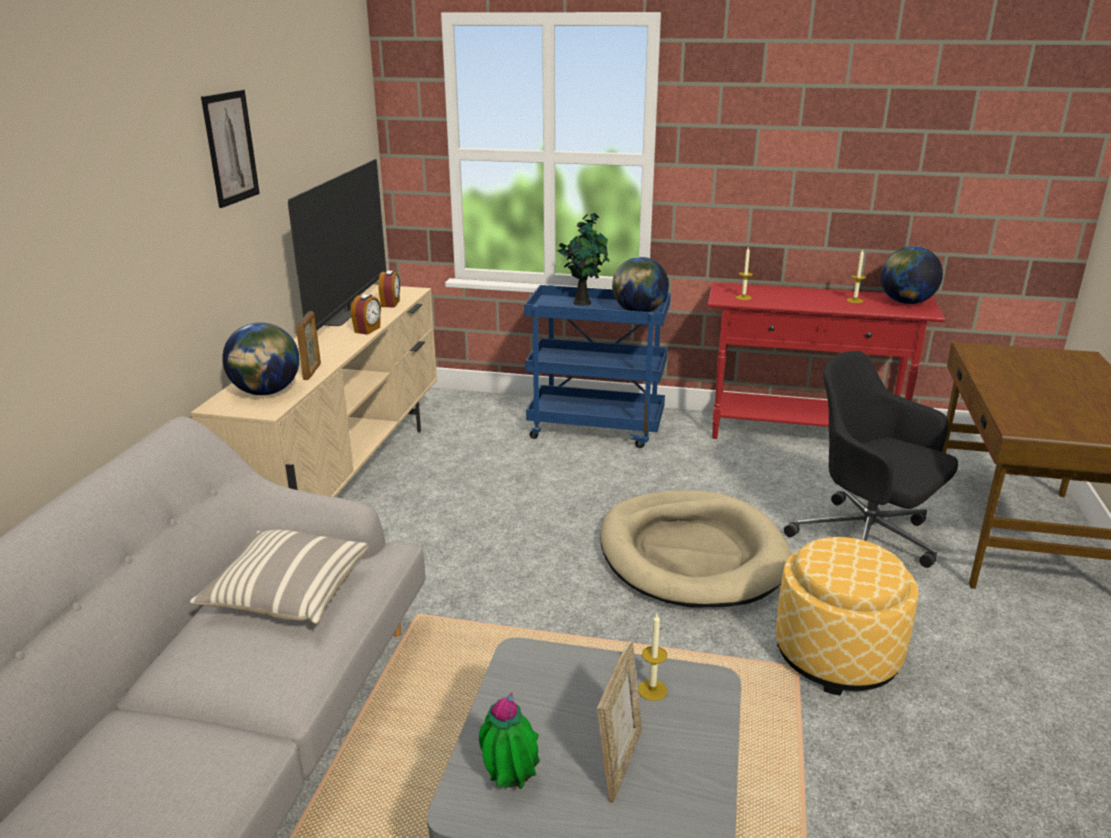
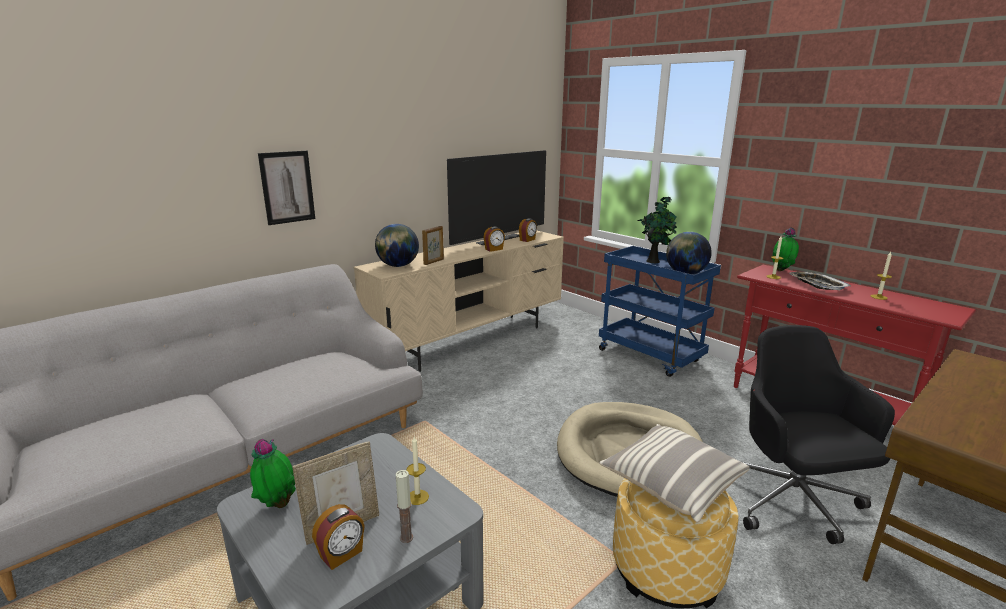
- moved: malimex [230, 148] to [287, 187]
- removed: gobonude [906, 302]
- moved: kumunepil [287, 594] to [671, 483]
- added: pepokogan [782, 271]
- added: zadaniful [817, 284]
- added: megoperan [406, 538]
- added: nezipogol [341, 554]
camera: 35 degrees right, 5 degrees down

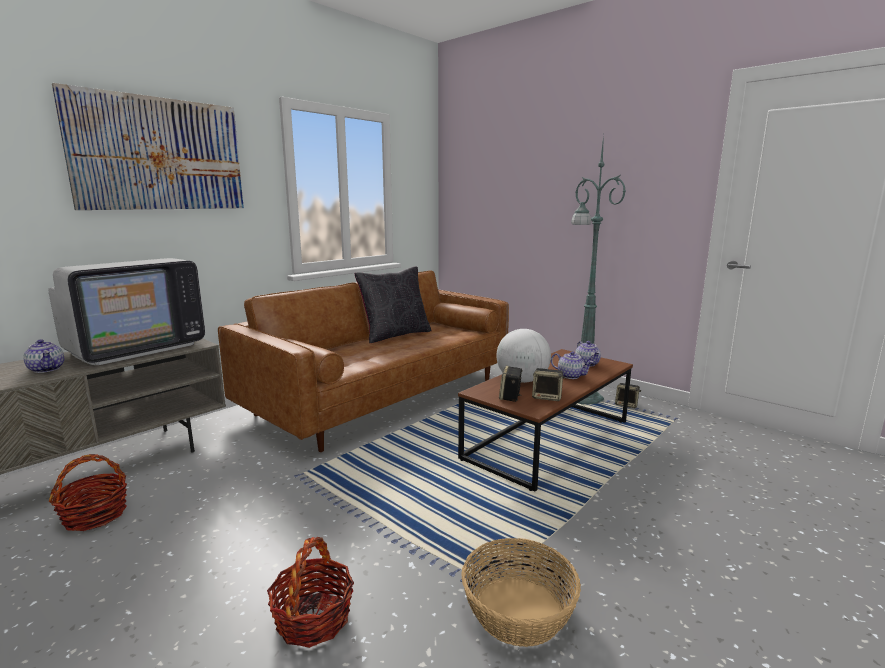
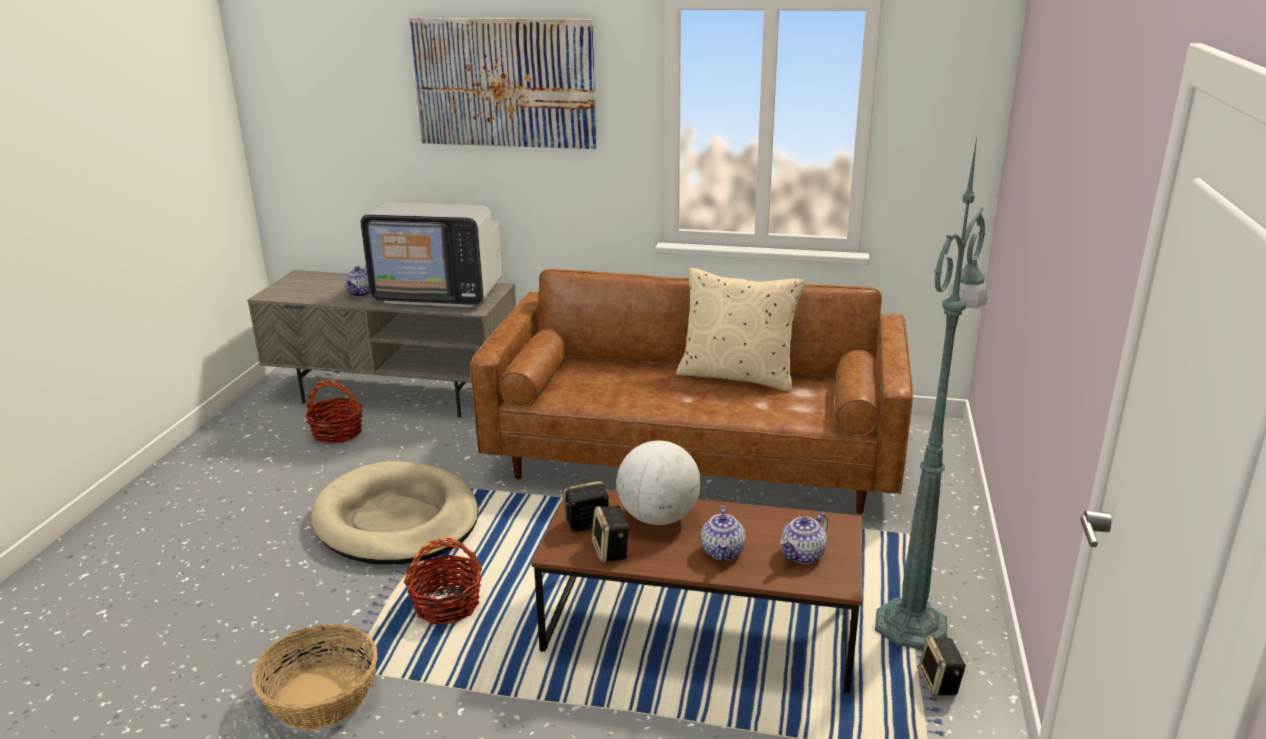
- recoloured: black_kumunepil [395, 335] to beige_kumunepil [737, 376]
- moved: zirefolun [313, 618] to [447, 605]
- added: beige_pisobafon [397, 520]
camera: 60 degrees right, 10 degrees up

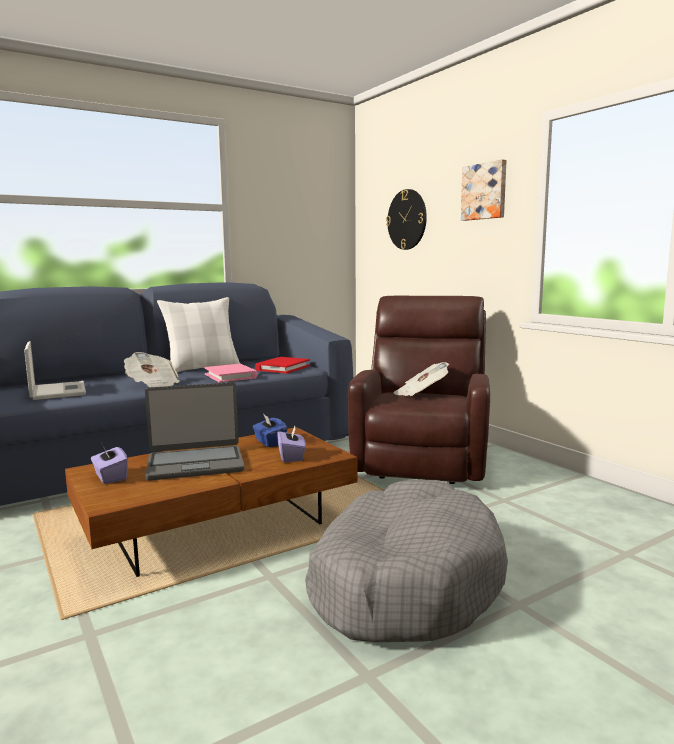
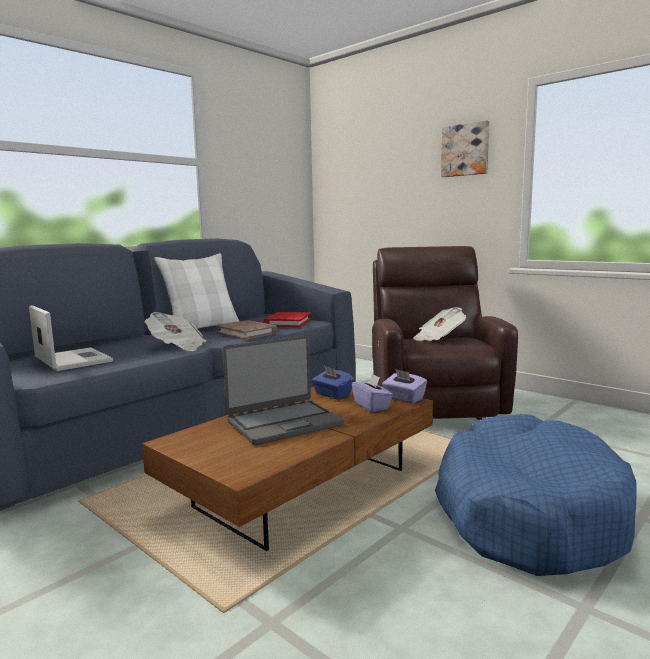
- removed: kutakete [407, 219]
- recoloured: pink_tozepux [231, 376] to brown_tozepux [247, 333]
- moved: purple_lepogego [110, 477] to [404, 399]
- recoloured: grey_pisobafon [404, 581] to blue_pisobafon [528, 513]
camera: 15 degrees left, 0 degrees up

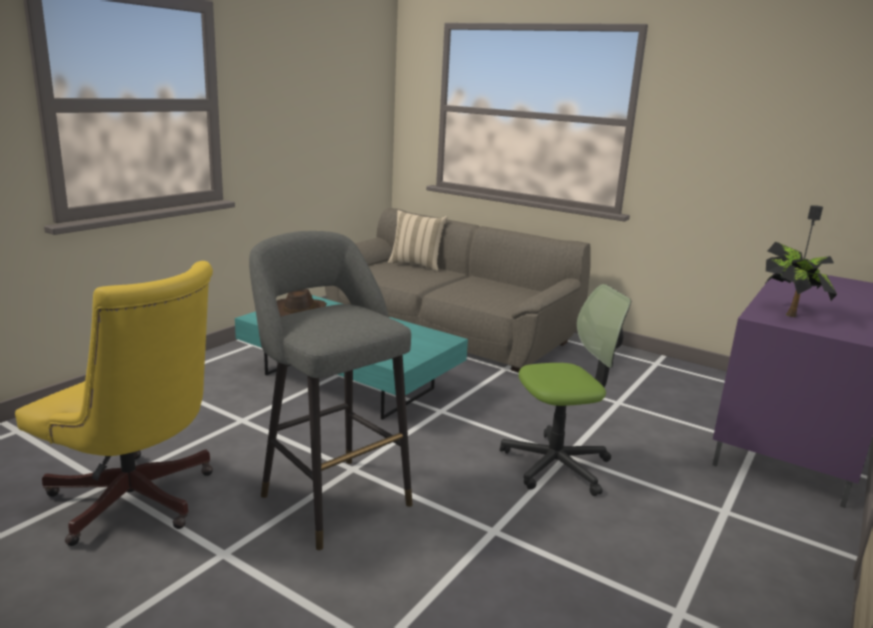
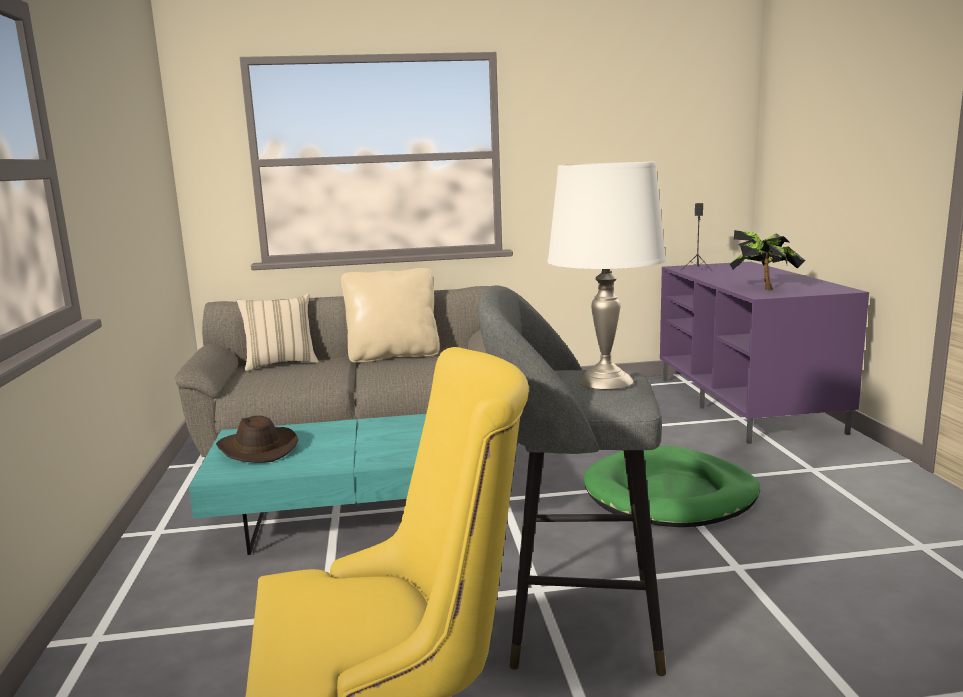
- replaced: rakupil [556, 465] to green_pisobafon [670, 494]
- added: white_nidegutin [605, 381]
- added: beige_kumunepil [393, 356]
camera: 40 degrees left, 5 degrees down

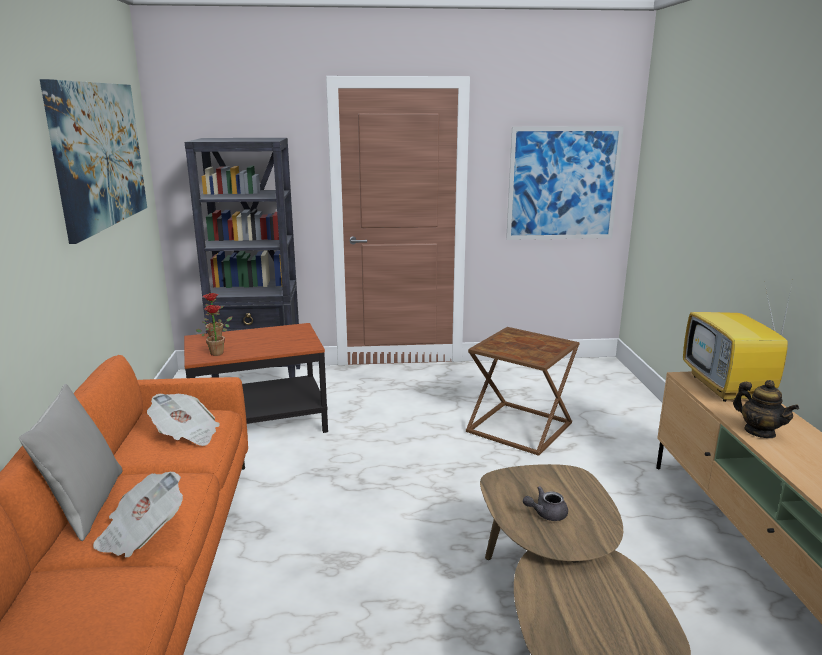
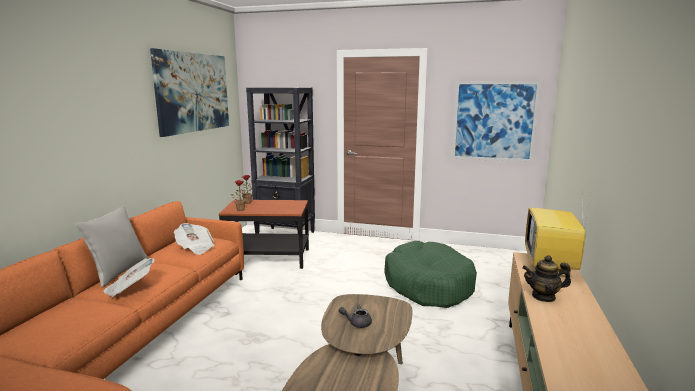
- replaced: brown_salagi [521, 428] to green_pisobafon [428, 285]
- turned: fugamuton [759, 432] = [543, 296] 105 degrees clockwise
camera: 20 degrees right, 5 degrees down

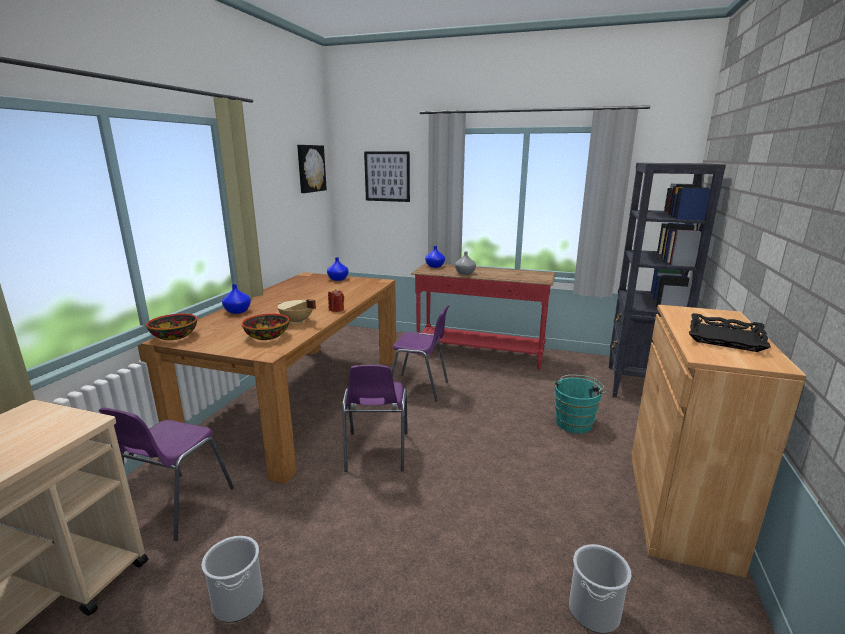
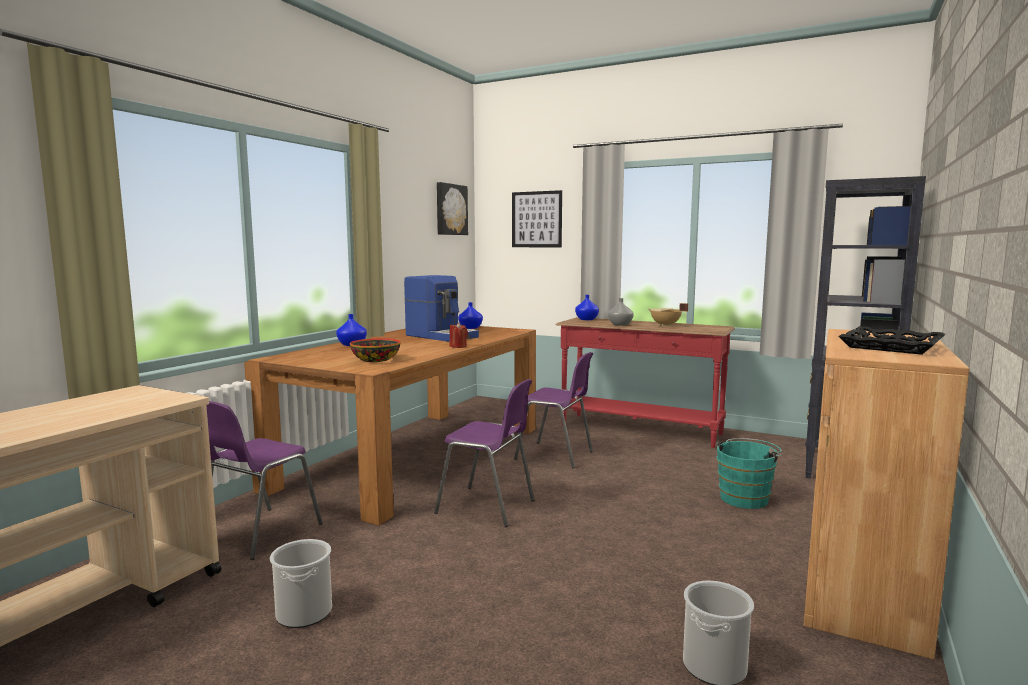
- moved: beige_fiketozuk [296, 322] to [665, 325]
- removed: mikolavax [175, 336]
- turned: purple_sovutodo [376, 452] = [488, 507] 75 degrees counterclockwise
- added: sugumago [441, 336]
camera: 10 degrees right, 10 degrees down

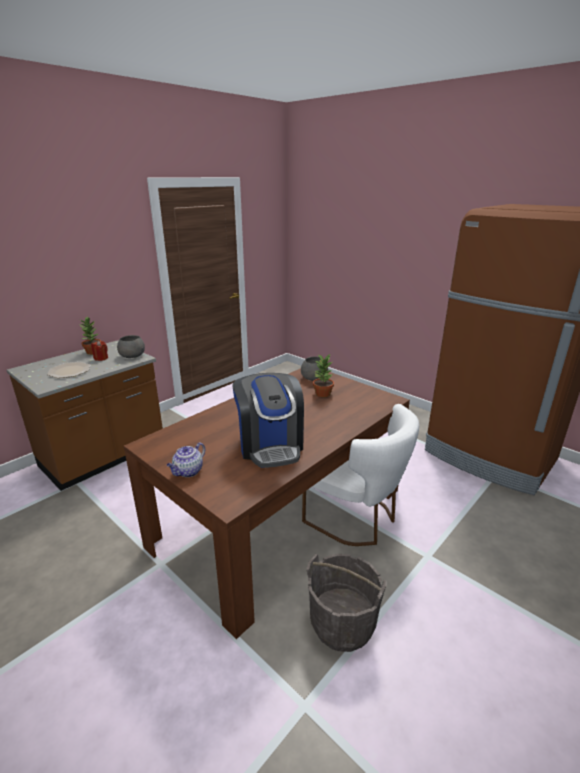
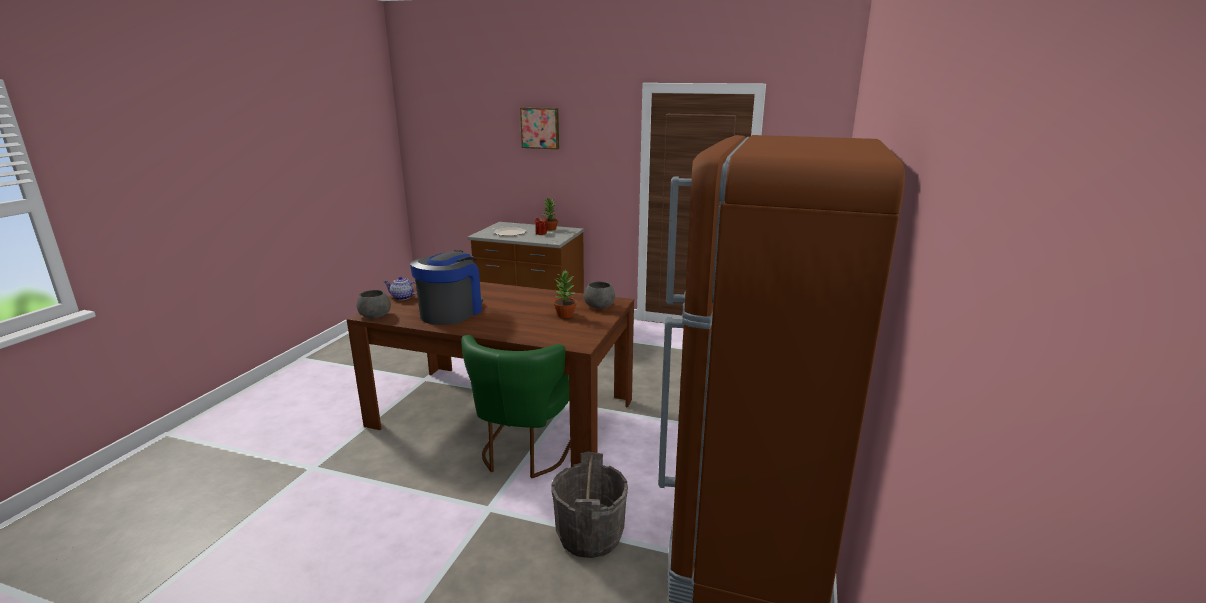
- moved: grey_mikolavax [133, 355] to [375, 315]
- turned: sugumago [270, 445] = [451, 312] 150 degrees clockwise
- recoloured: white_sovutodo [356, 518] to green_sovutodo [524, 454]
- moved: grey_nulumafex [342, 623] to [590, 535]
- added: malimex [540, 128]
camera: 65 degrees right, 5 degrees down

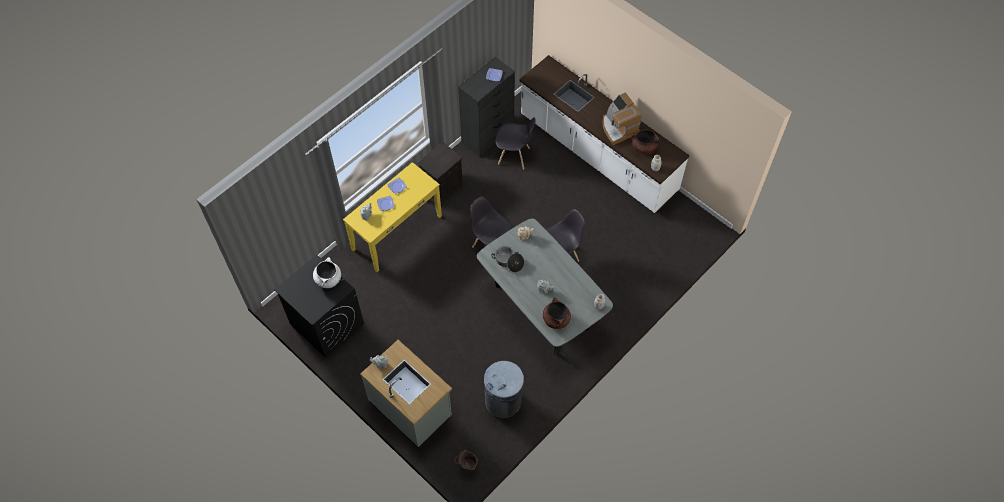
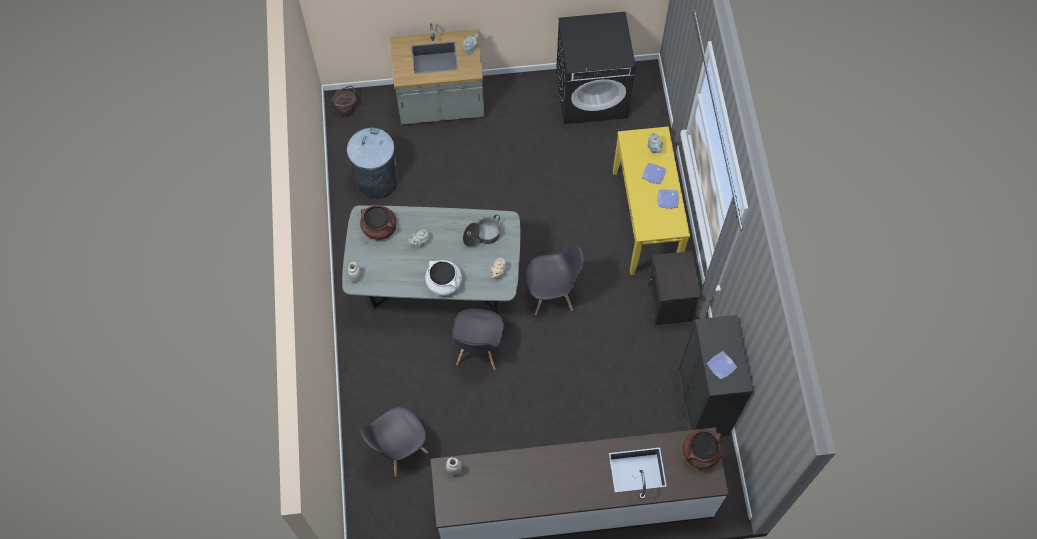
- removed: sugumago [618, 128]
- moved: grey_sovutodo [514, 156] to [399, 449]
- moved: brown_fiketozuk [643, 147] to [700, 452]
- moved: white_fiketozuk [328, 279] to [444, 283]
camera: 130 degrees right, 5 degrees up

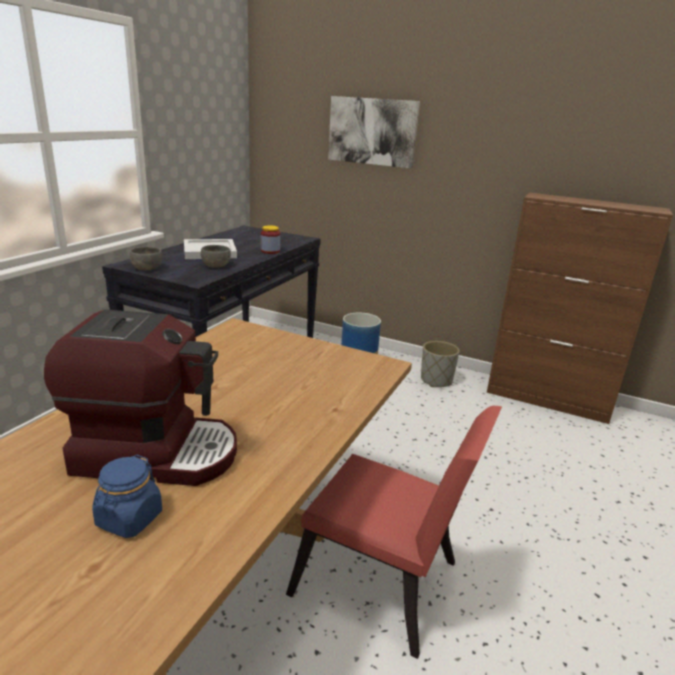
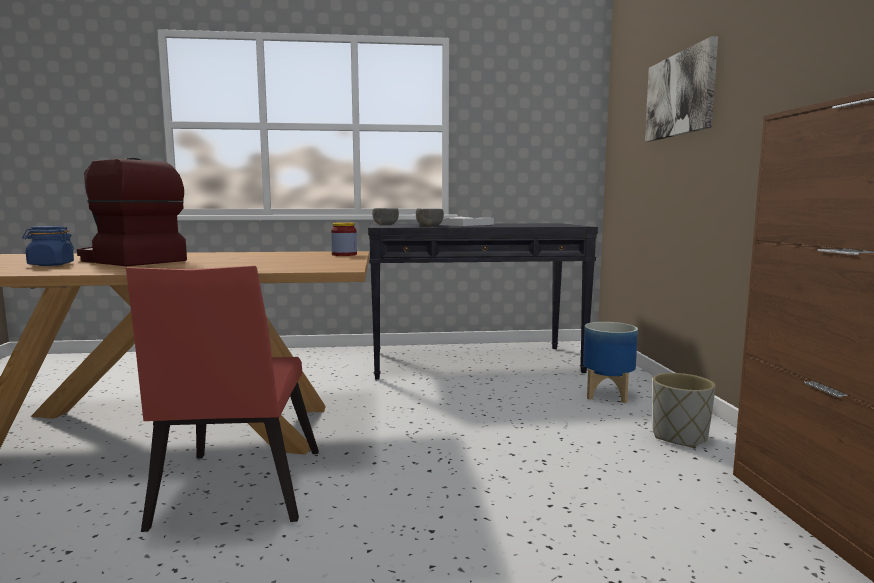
- moved: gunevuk [270, 251] to [344, 255]
- turned: sugumago [156, 453] = [129, 261] 150 degrees clockwise
camera: 60 degrees right, 15 degrees down

